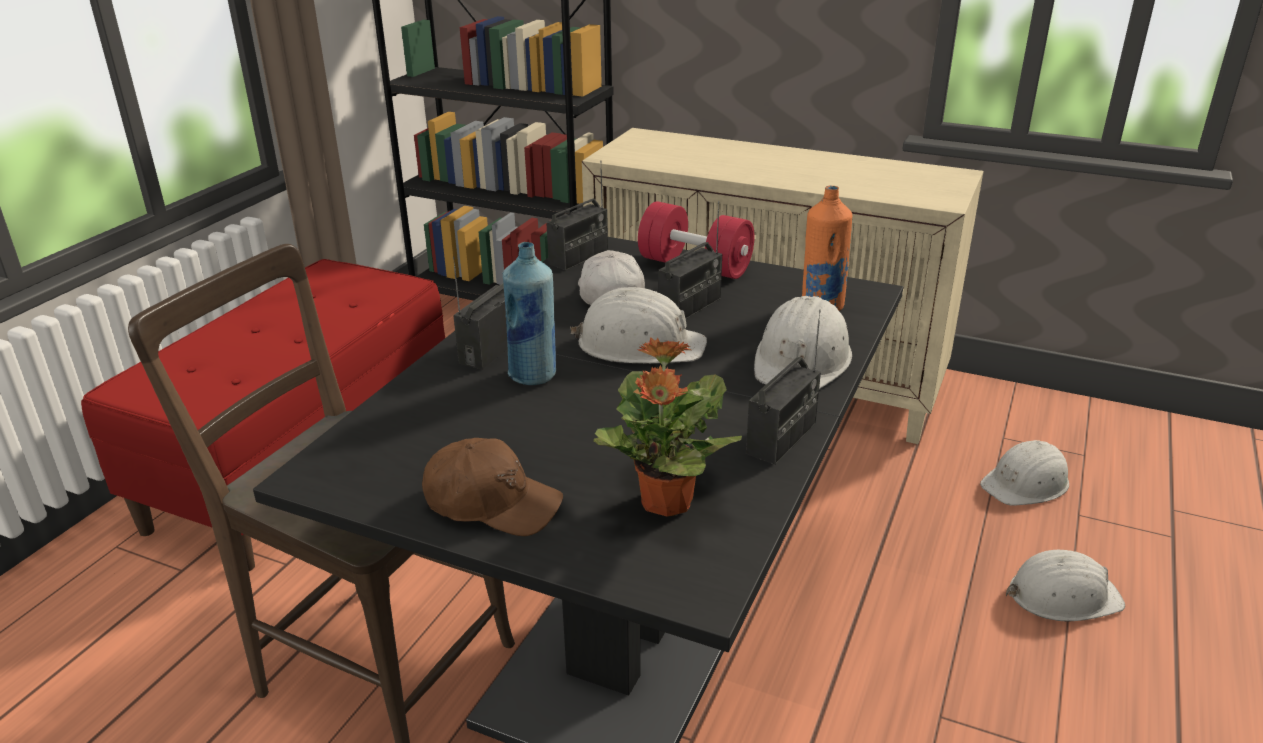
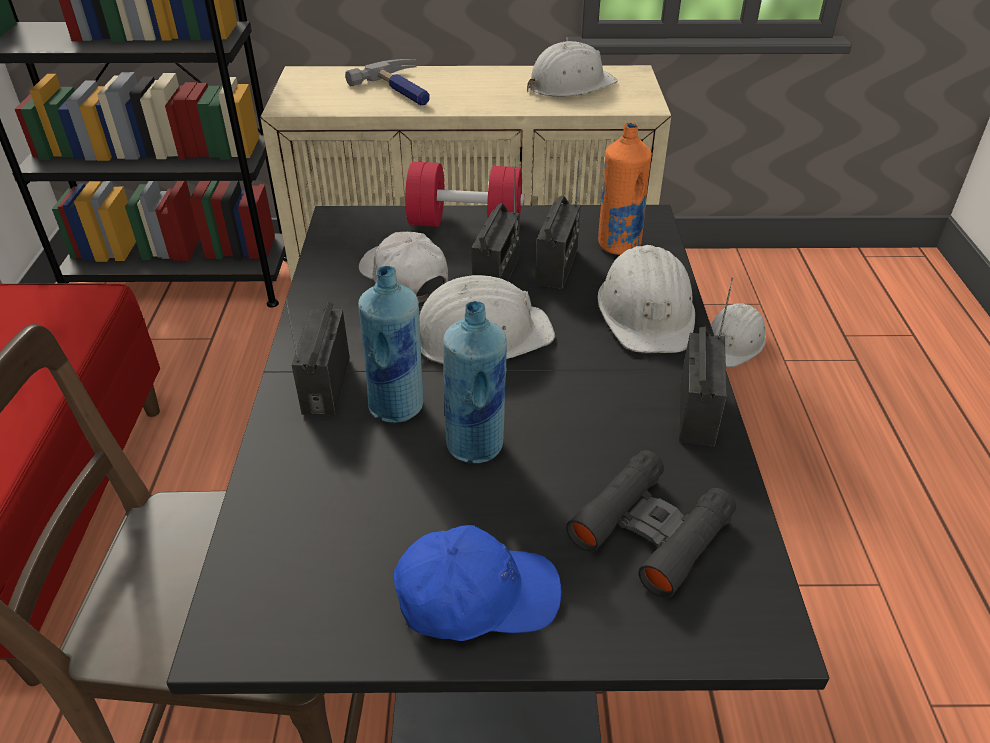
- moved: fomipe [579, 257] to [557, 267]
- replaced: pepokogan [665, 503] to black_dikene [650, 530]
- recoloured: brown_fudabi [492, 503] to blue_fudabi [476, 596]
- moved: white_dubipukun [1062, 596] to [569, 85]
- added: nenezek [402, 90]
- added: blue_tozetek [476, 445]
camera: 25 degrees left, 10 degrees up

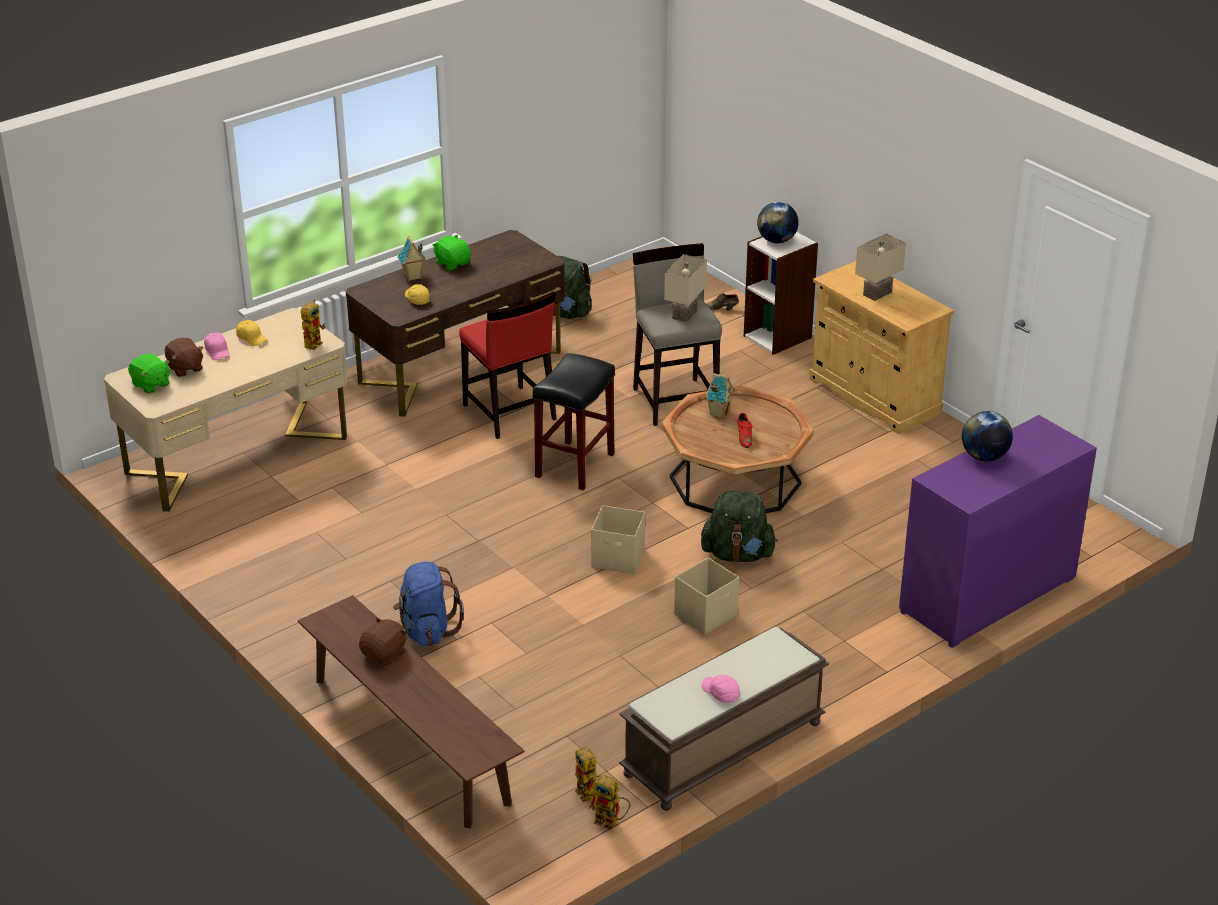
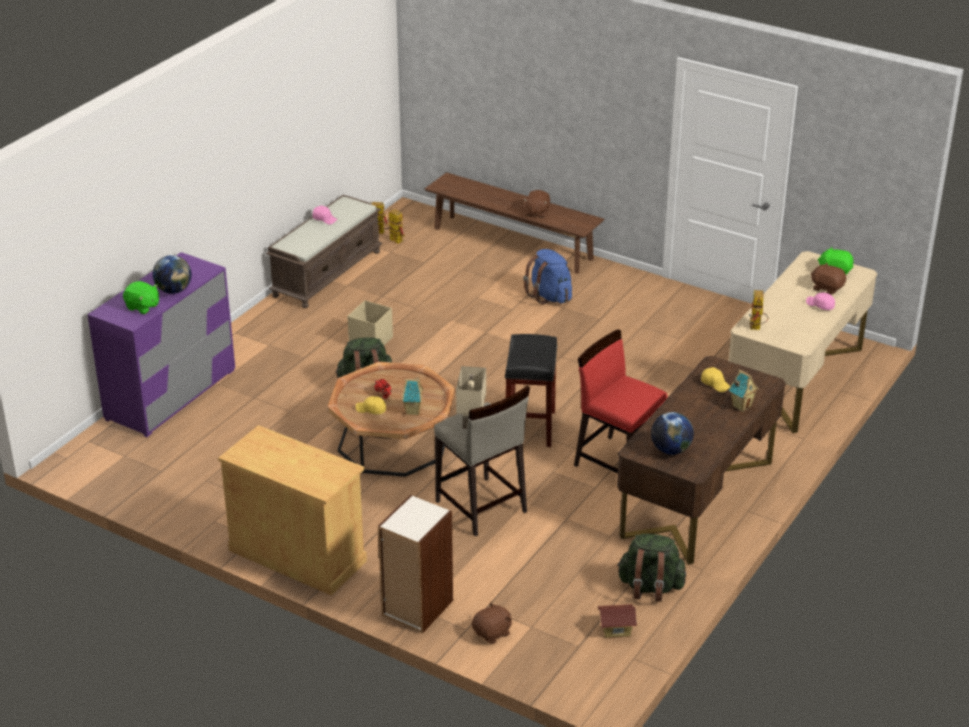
- moved: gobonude [776, 241] to [671, 450]
- removed: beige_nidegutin [878, 294]
- moved: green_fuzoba [452, 263] to [142, 307]
- replaced: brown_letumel [721, 309] to brown_fuzoba [492, 633]
- moved: yellow_fudabi [252, 338] to [371, 410]
- removed: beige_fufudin [618, 559]
- added: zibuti [616, 629]
camera: 160 degrees right, 0 degrees up

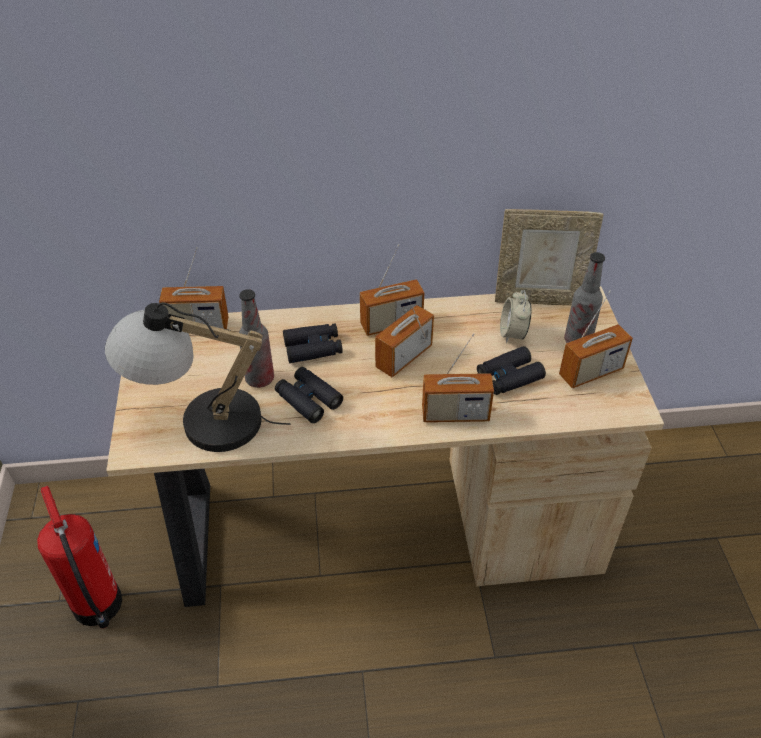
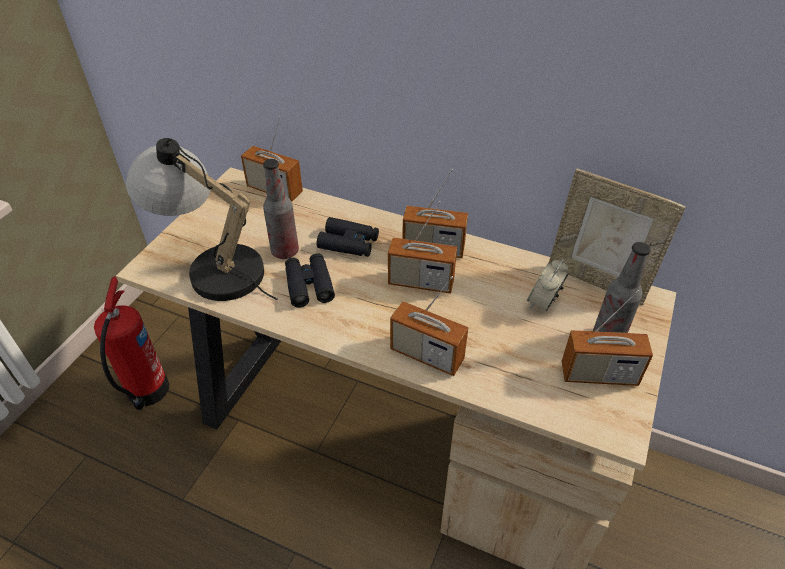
- turned: fomipe [404, 357] = [421, 282] 150 degrees counterclockwise
- removed: black_dikene [509, 377]
camera: 30 degrees right, 0 degrees up

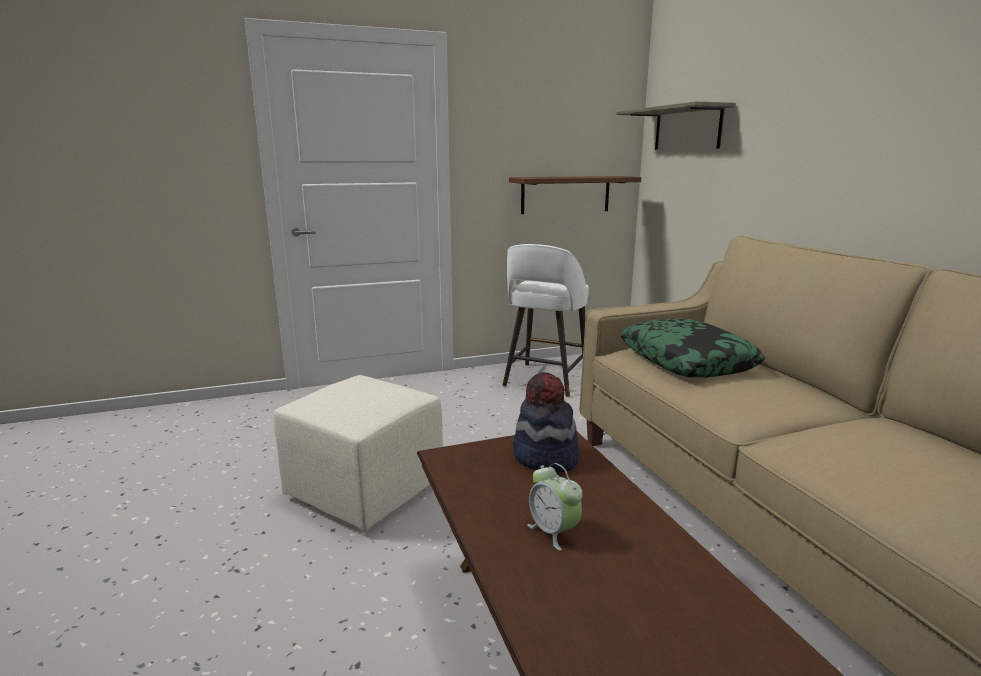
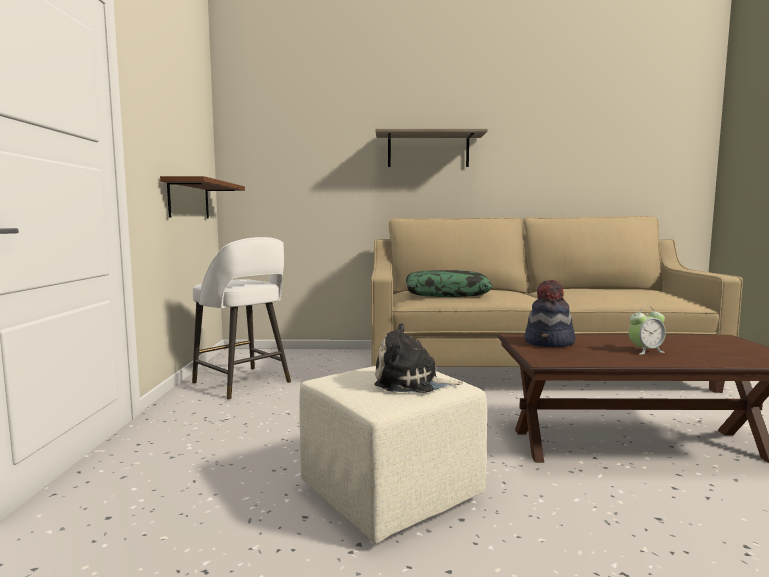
- moved: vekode [687, 128] to [428, 151]
- added: fuzoba [411, 383]
camera: 70 degrees left, 10 degrees down

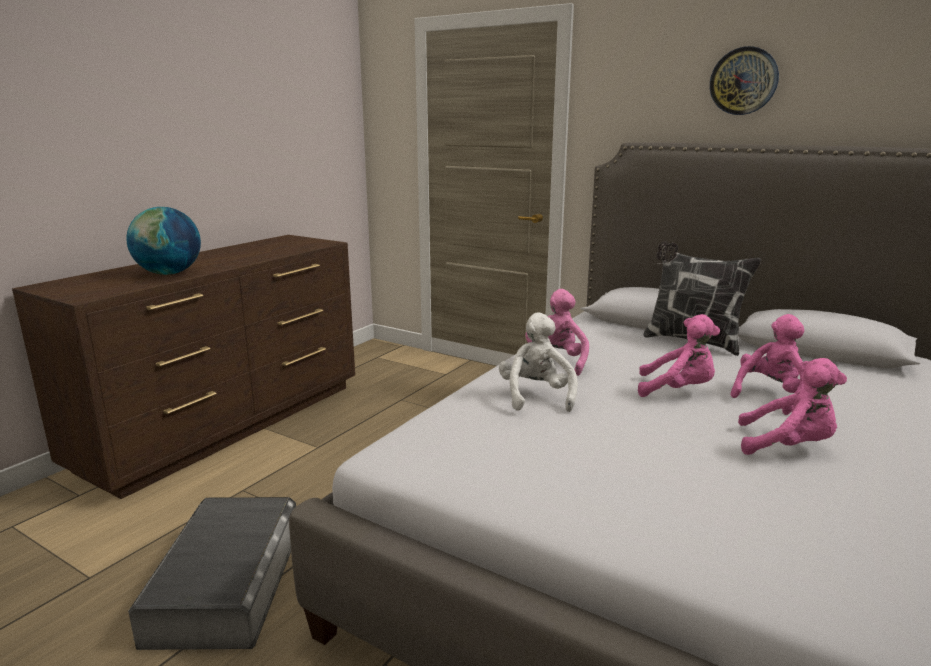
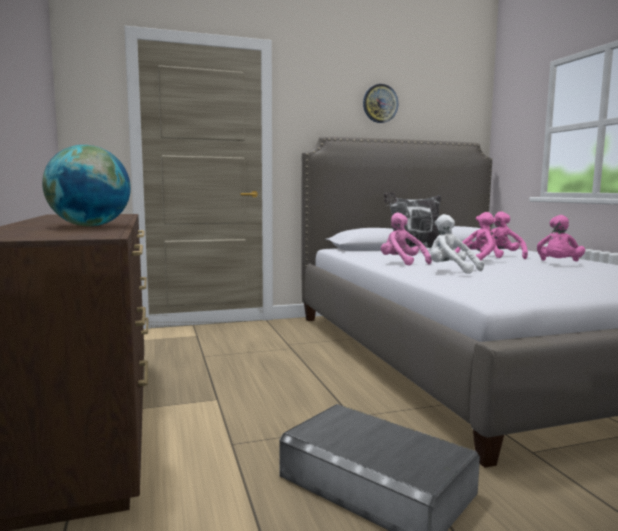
- turned: pink_fuzoba [788, 446] = [558, 264] 150 degrees clockwise
camera: 50 degrees left, 10 degrees down

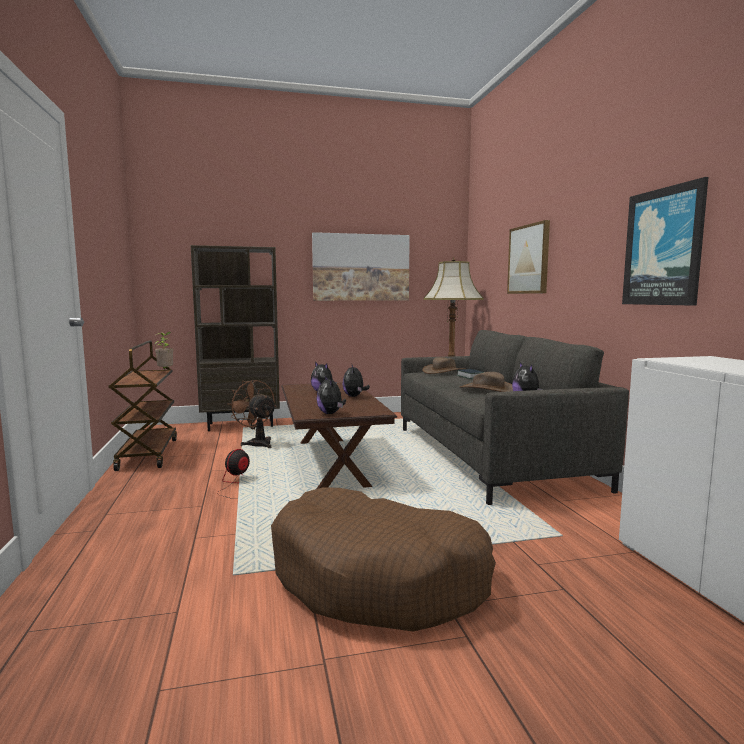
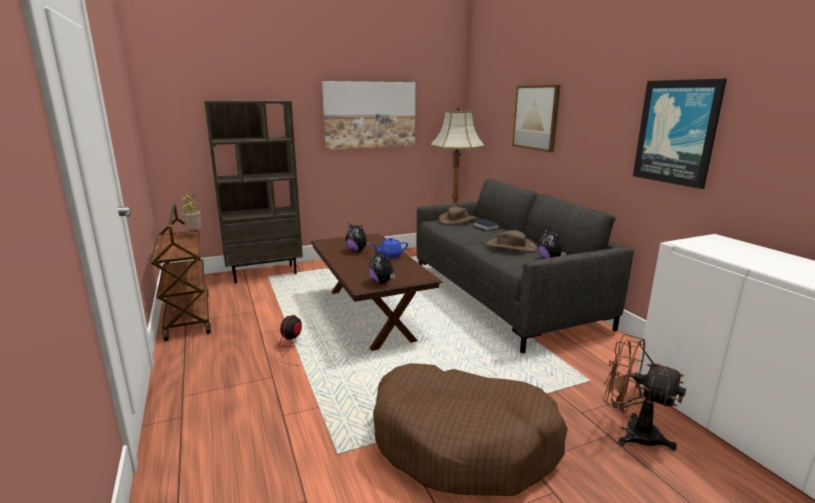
- replaced: fuzoba [354, 396] to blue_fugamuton [390, 255]
- moved: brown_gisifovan [257, 443] to [631, 432]
camera: 10 degrees left, 10 degrees up

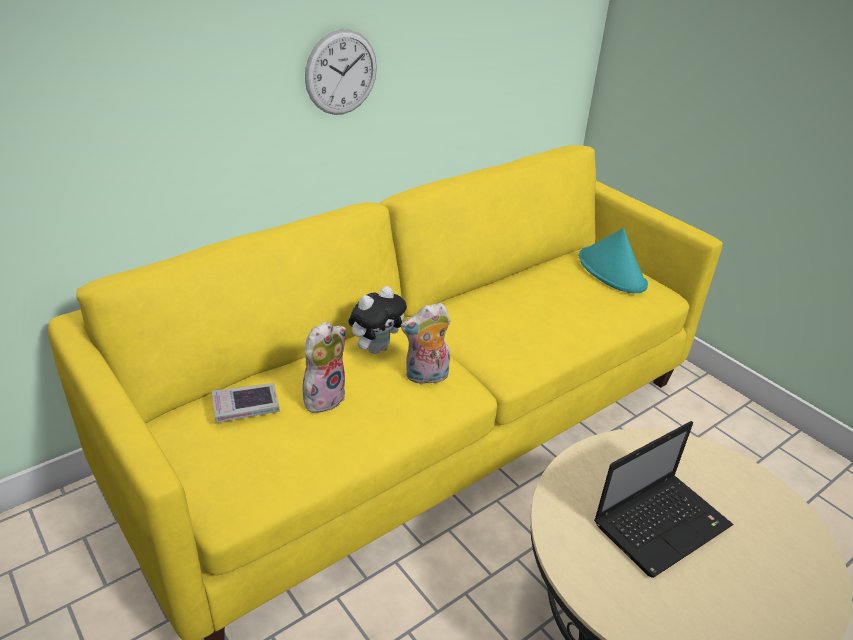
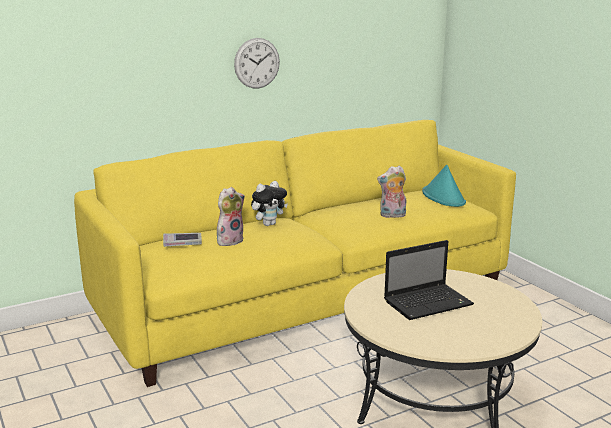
- moved: fuzoba [426, 377] to [392, 215]
camera: 10 degrees right, 15 degrees down

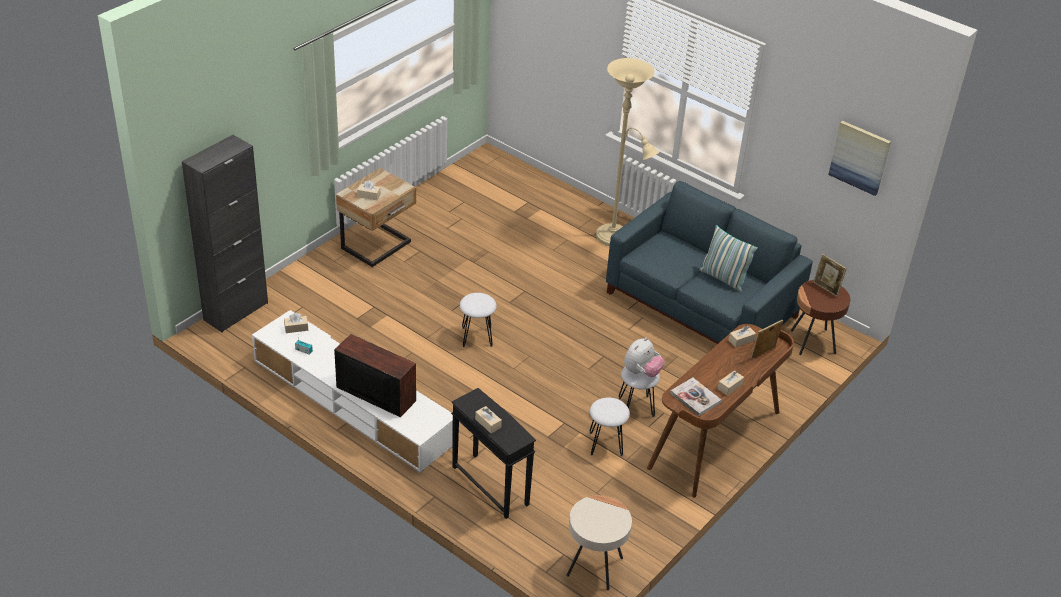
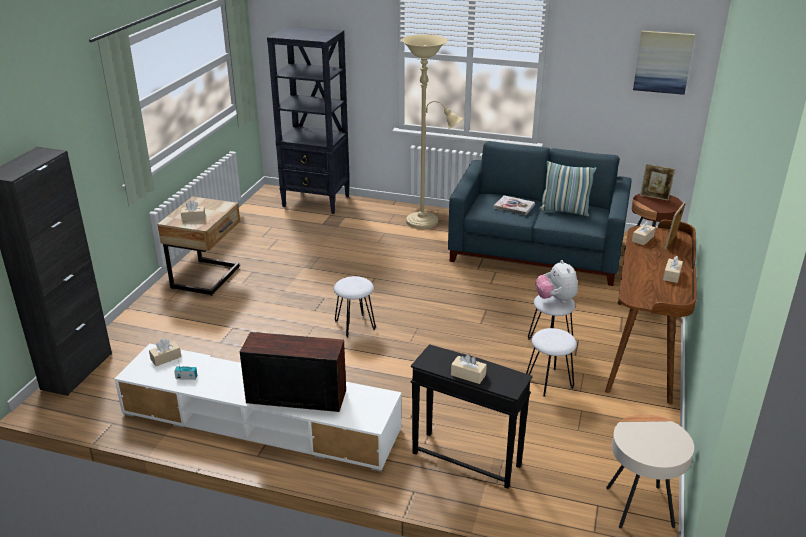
- turned: fuzoba [641, 372] = [555, 299] 150 degrees clockwise
- moved: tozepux [695, 398] to [514, 206]
- added: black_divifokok [316, 202]
camera: 20 degrees left, 10 degrees down

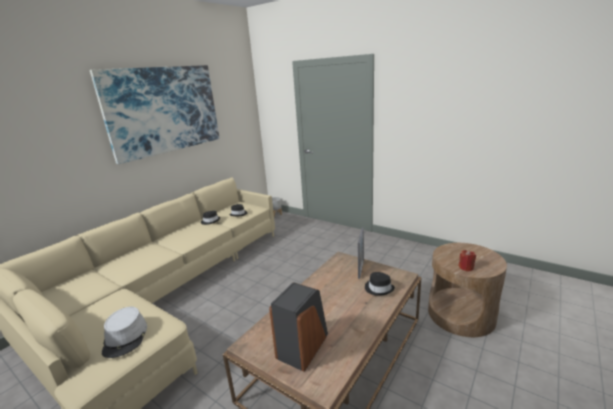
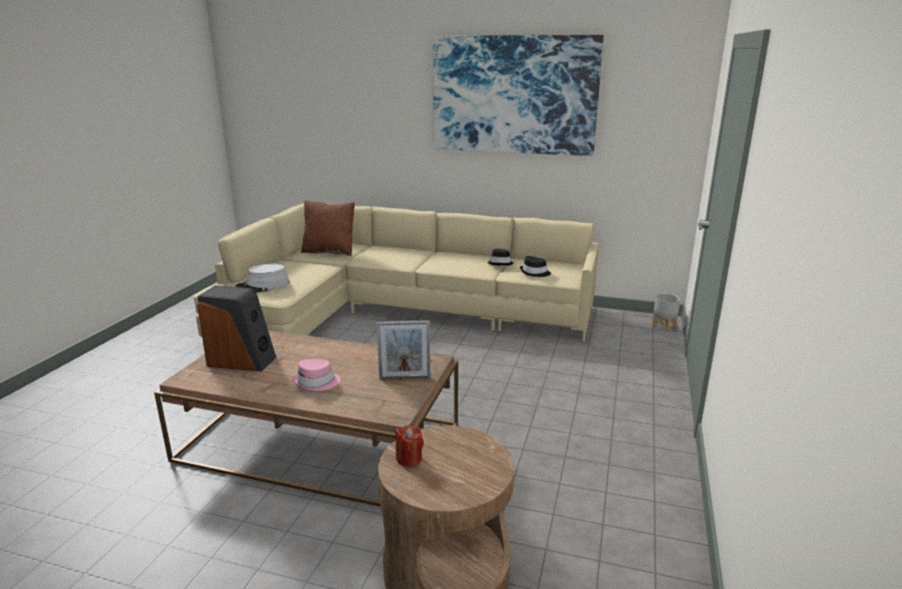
- removed: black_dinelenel [379, 288]
- added: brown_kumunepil [329, 251]
- added: pink_dinelenel [317, 383]
camera: 70 degrees right, 0 degrees up

